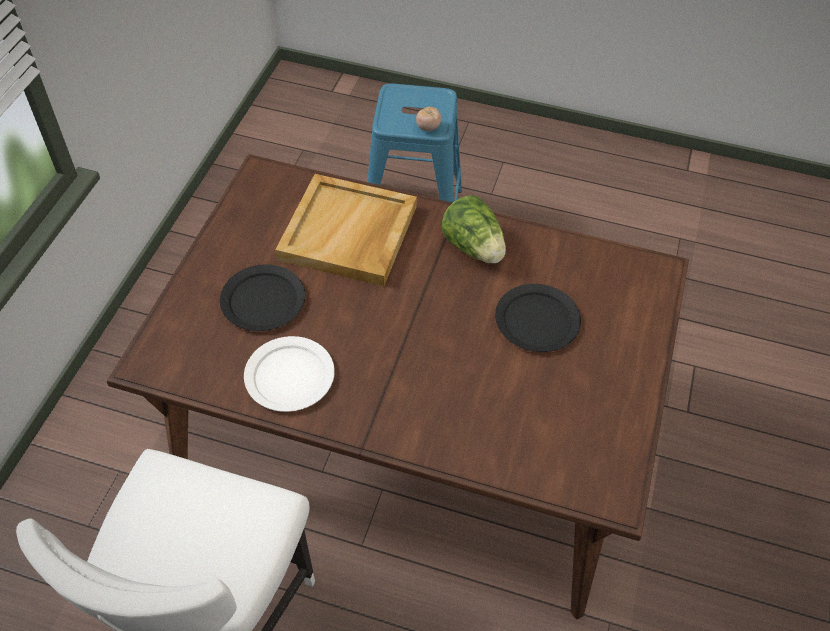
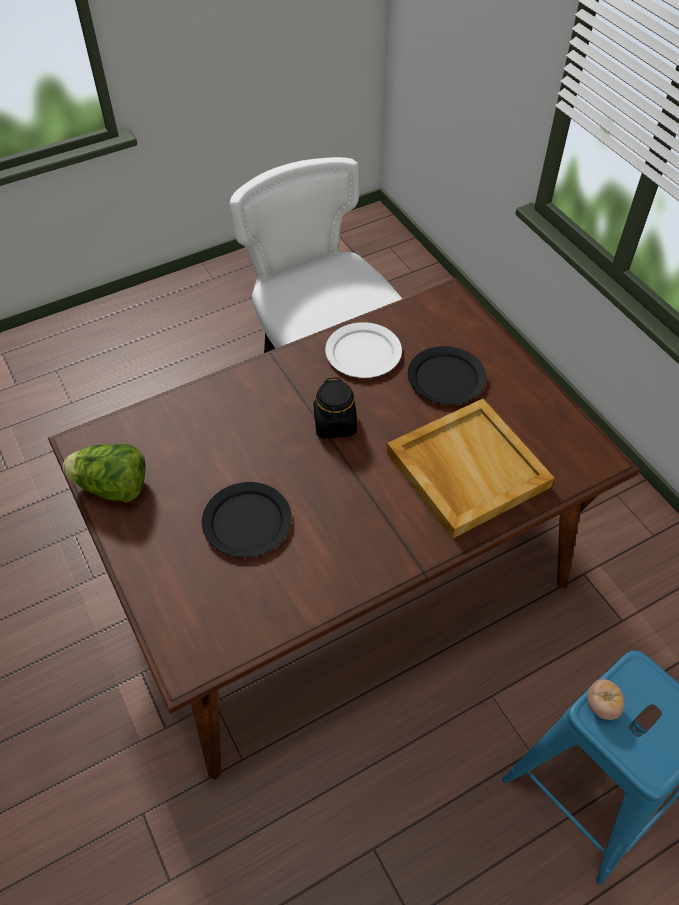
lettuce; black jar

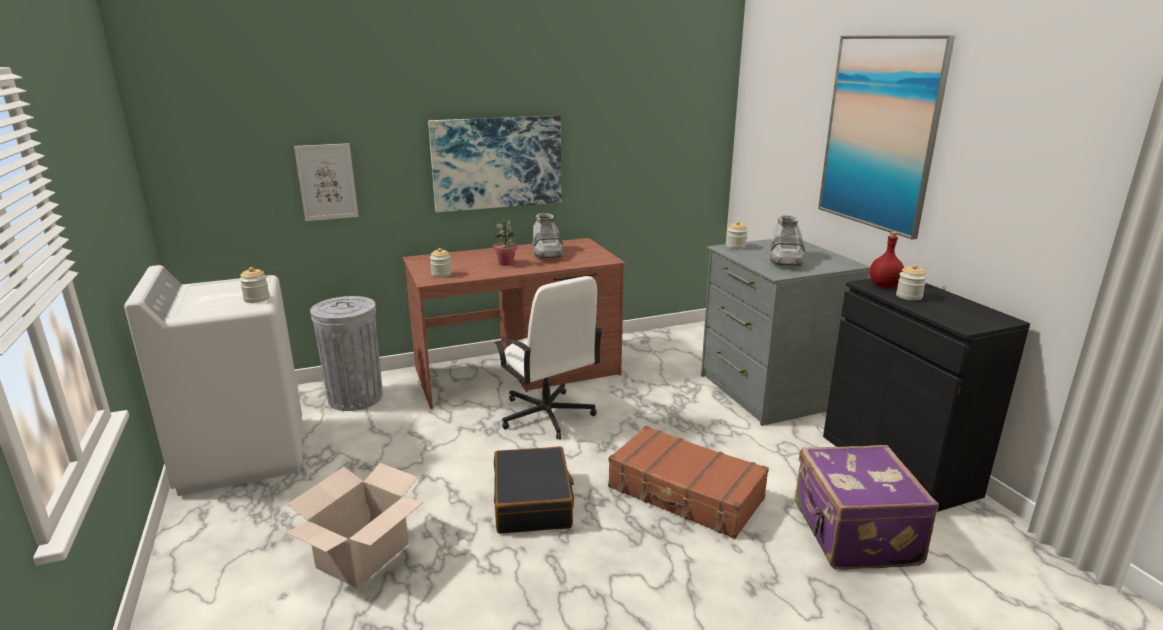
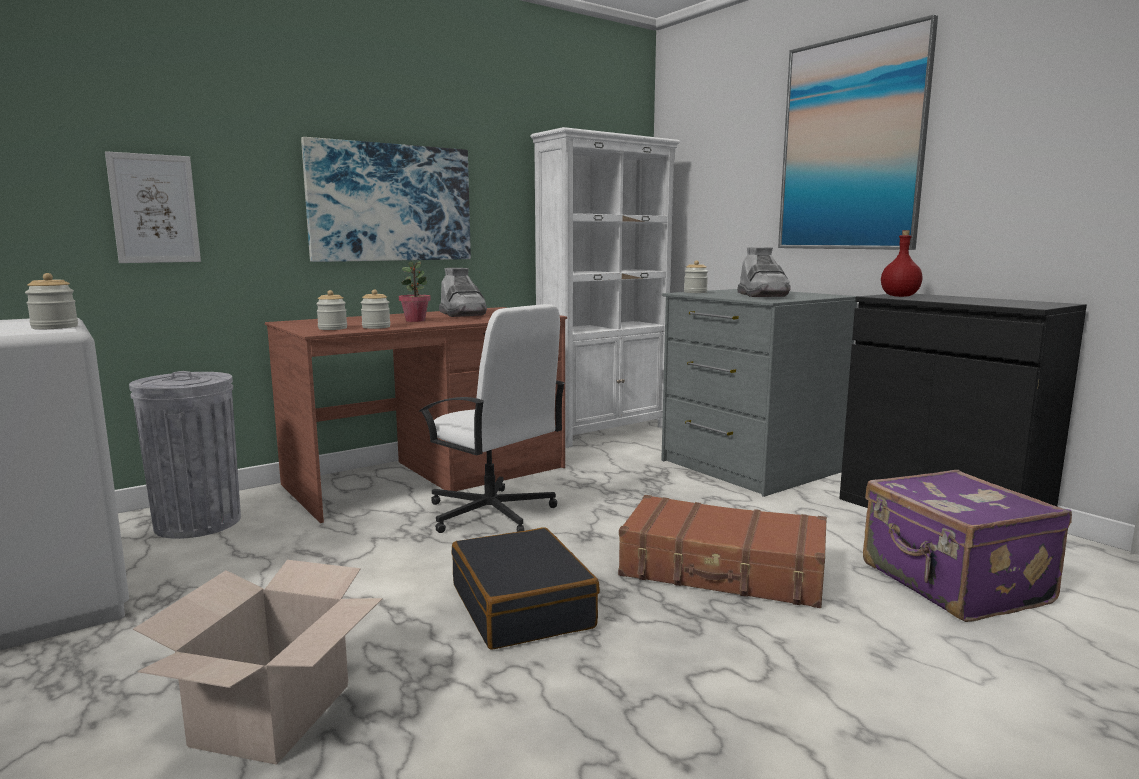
jar (3rd from left); white bookcase

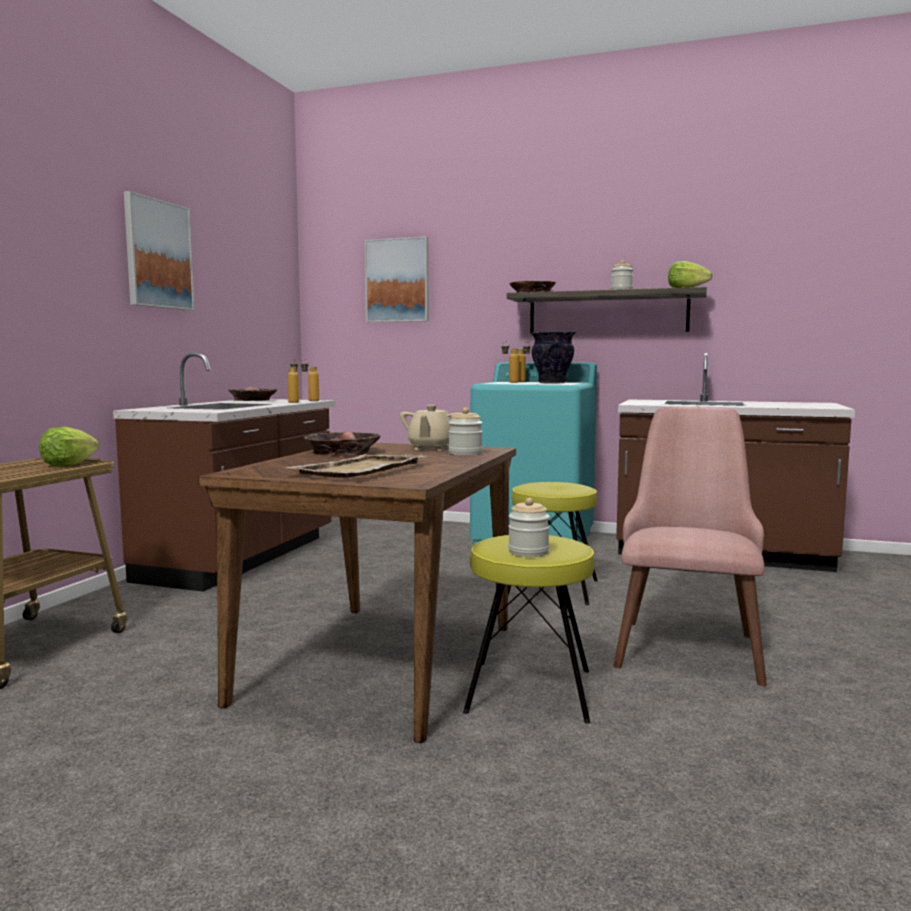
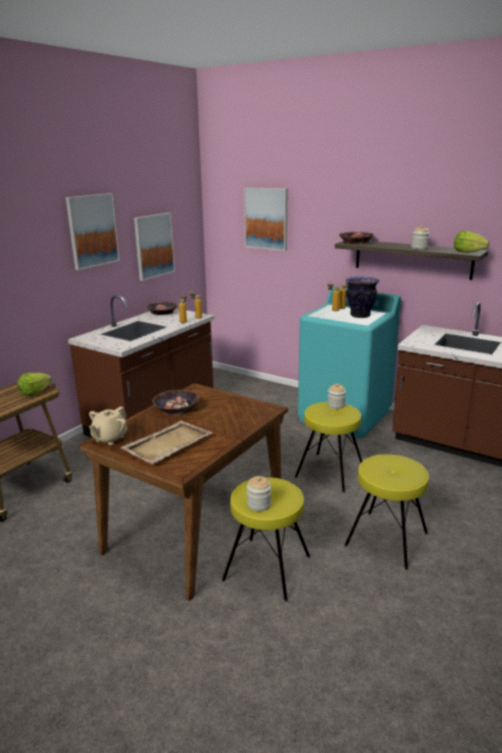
beige teapot; jar (2nd from left); yellow stool (3rd from left); picture (2nd from left)

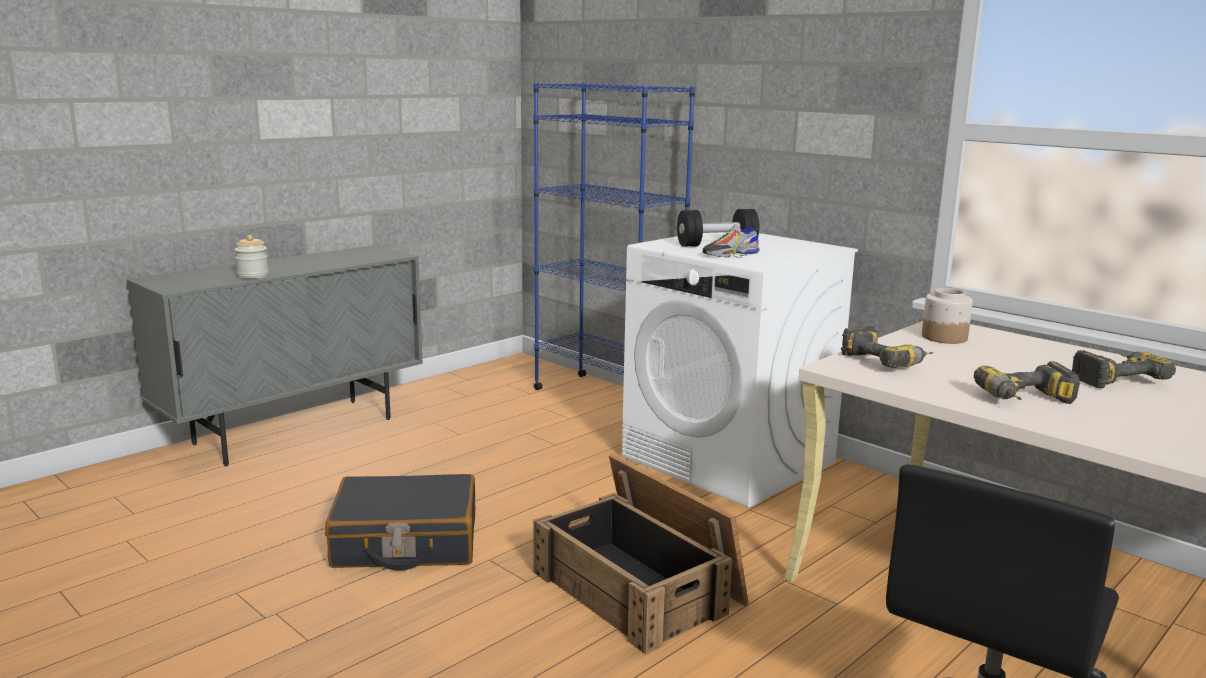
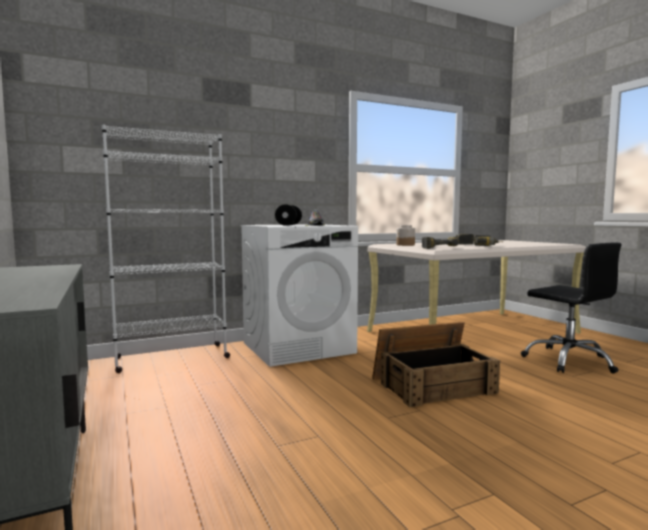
jar (1st from left in the first image); black suitcase; white bookcase

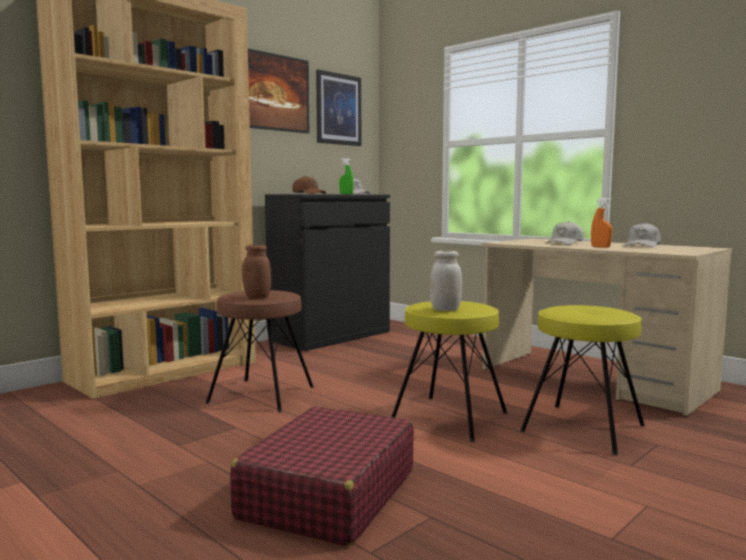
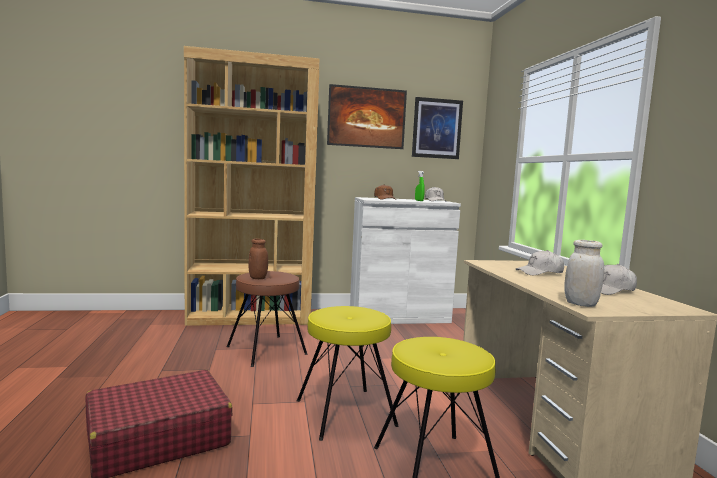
white cabinet; white jar; orange spray bottle

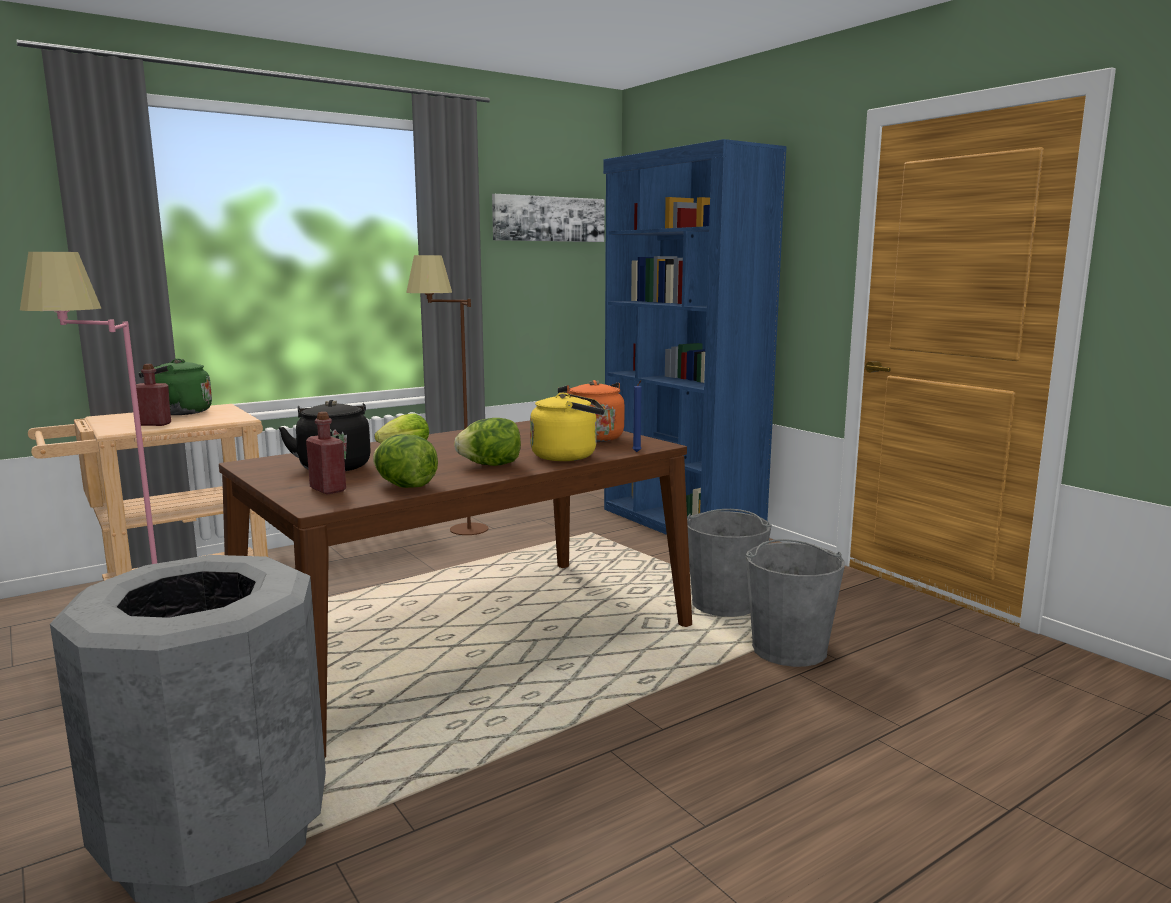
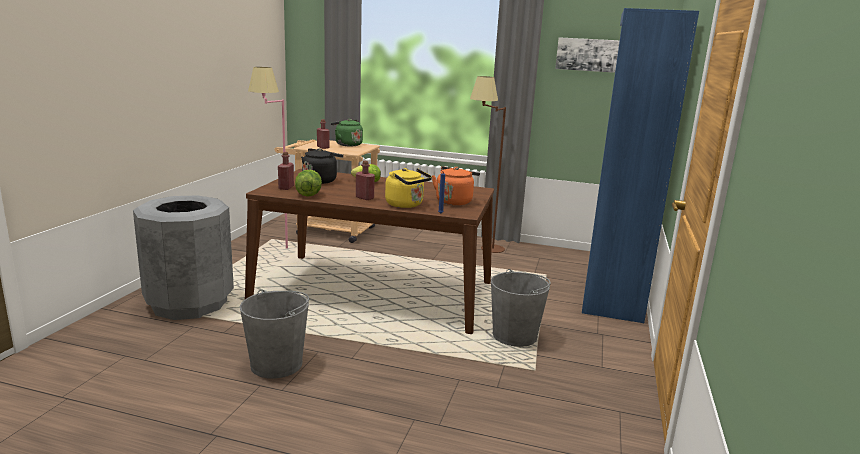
red bottle (3rd from left); grey bucket (1st from left)

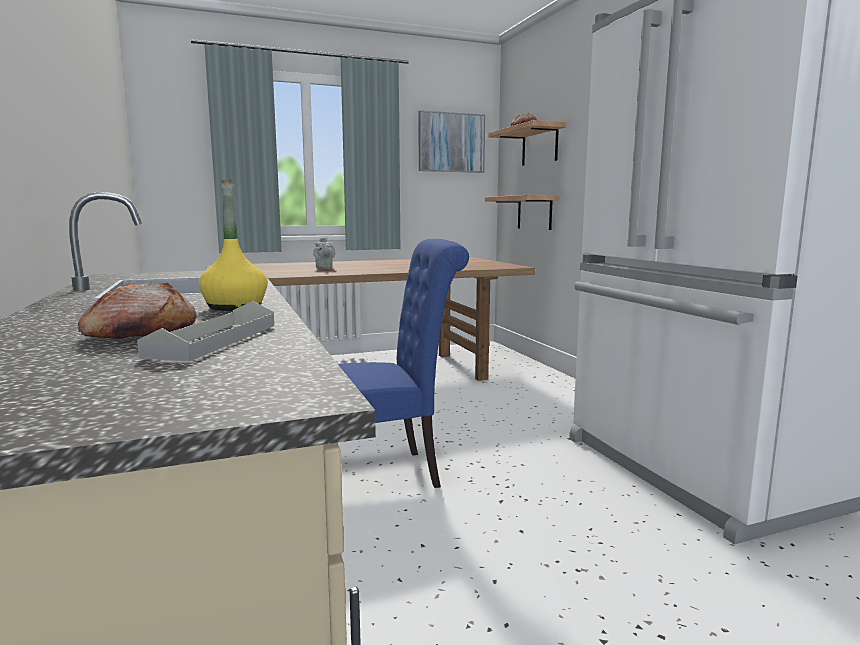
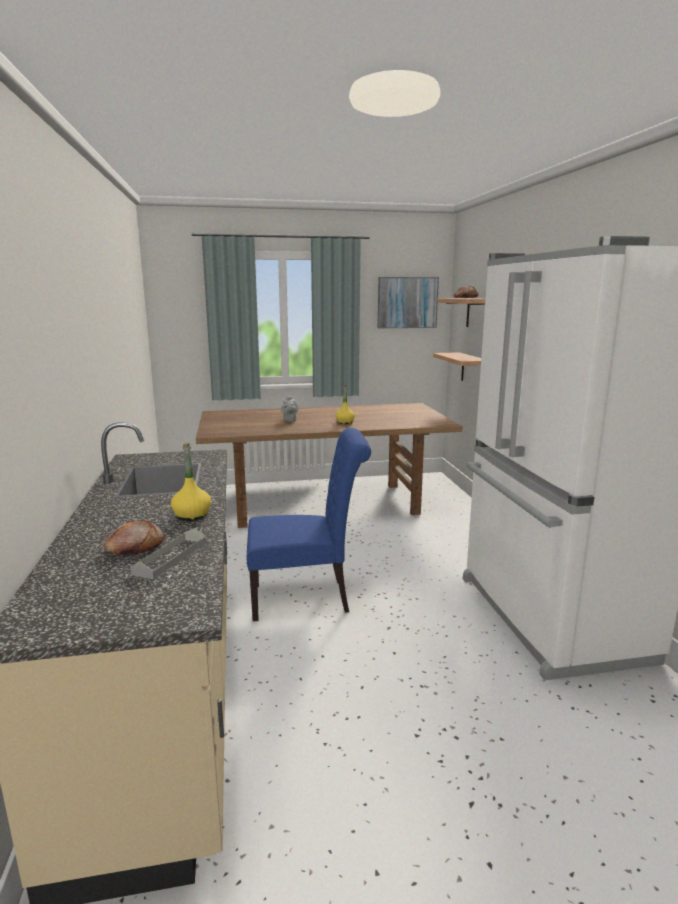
yellow bottle (2nd from left)

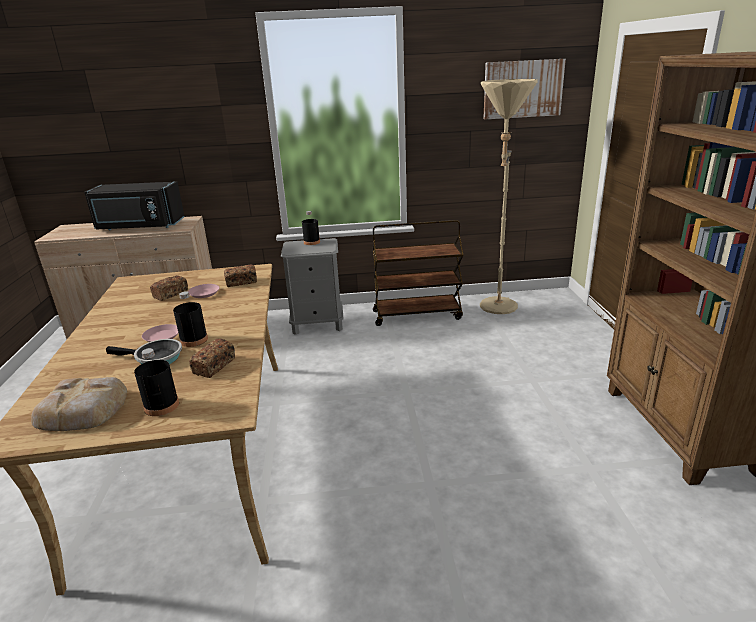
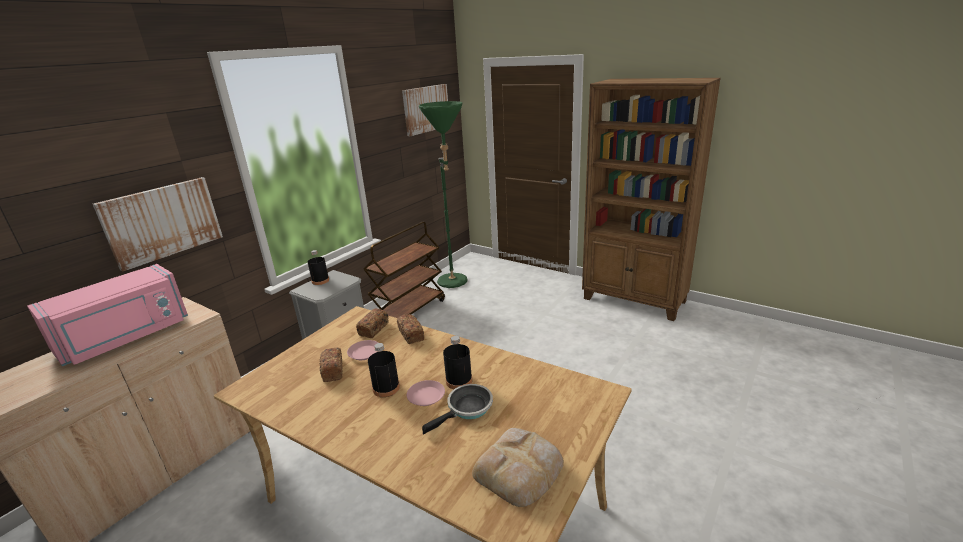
pink microwave; black bottle (2nd from left); bread (3rd from left); green floor lamp; picture (1st from left)

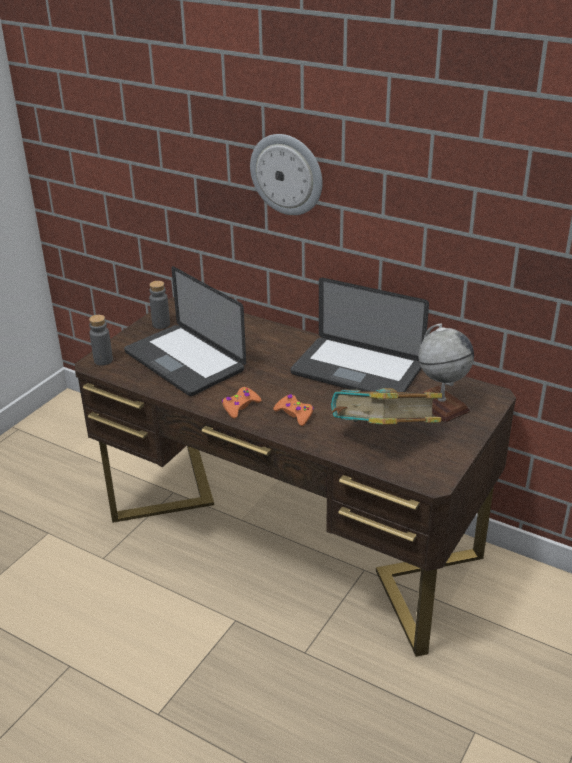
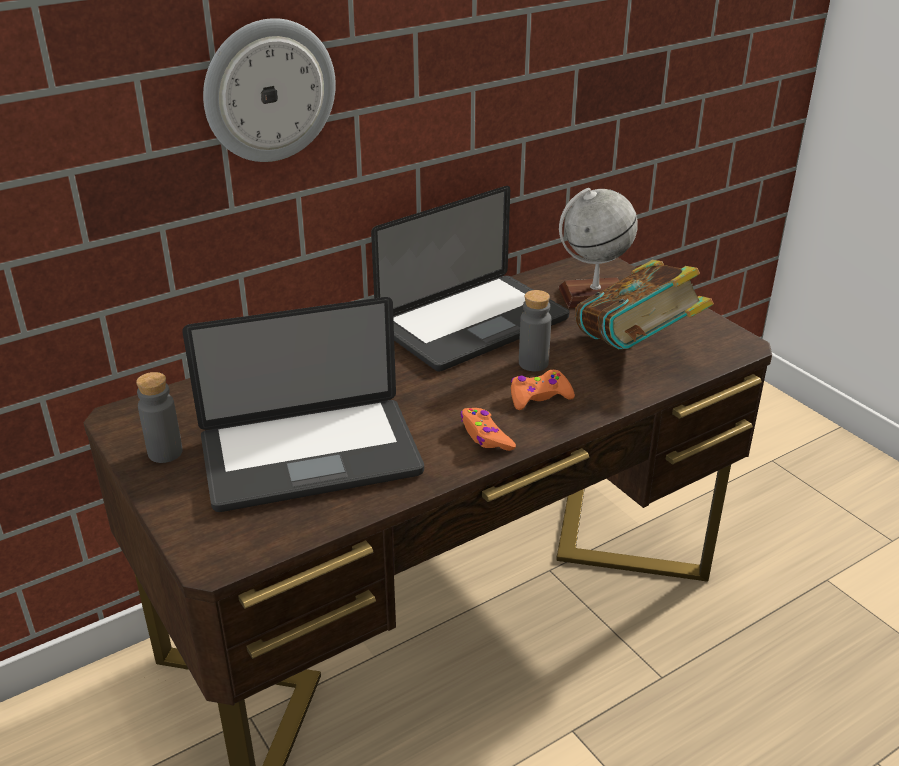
grey bottle (2nd from left)

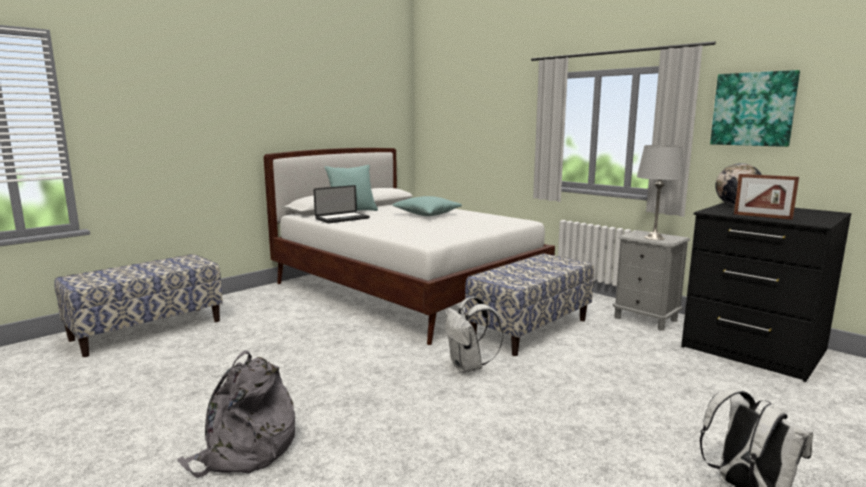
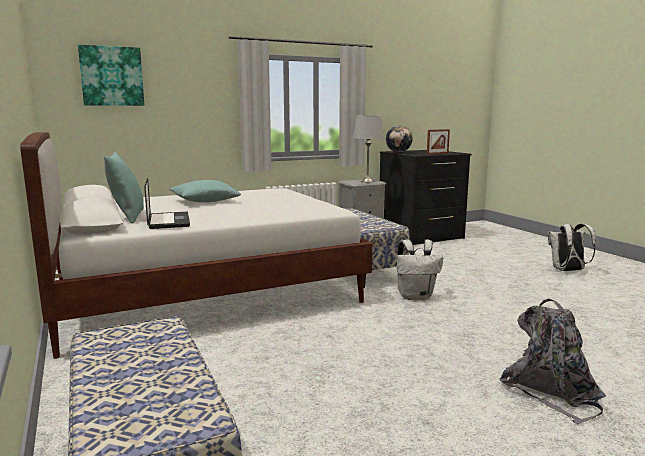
picture

